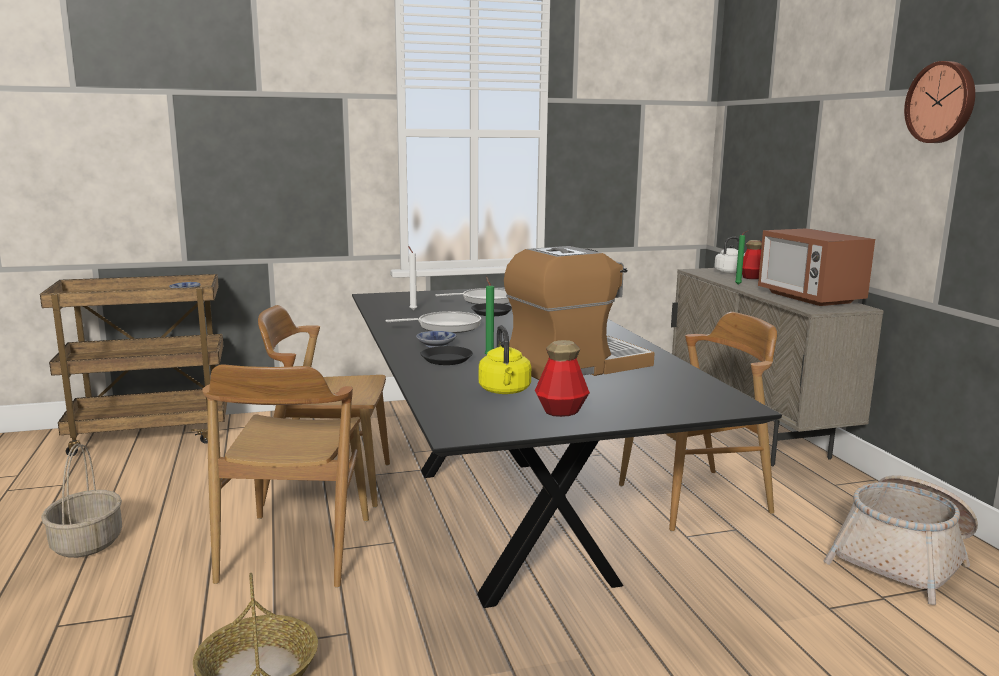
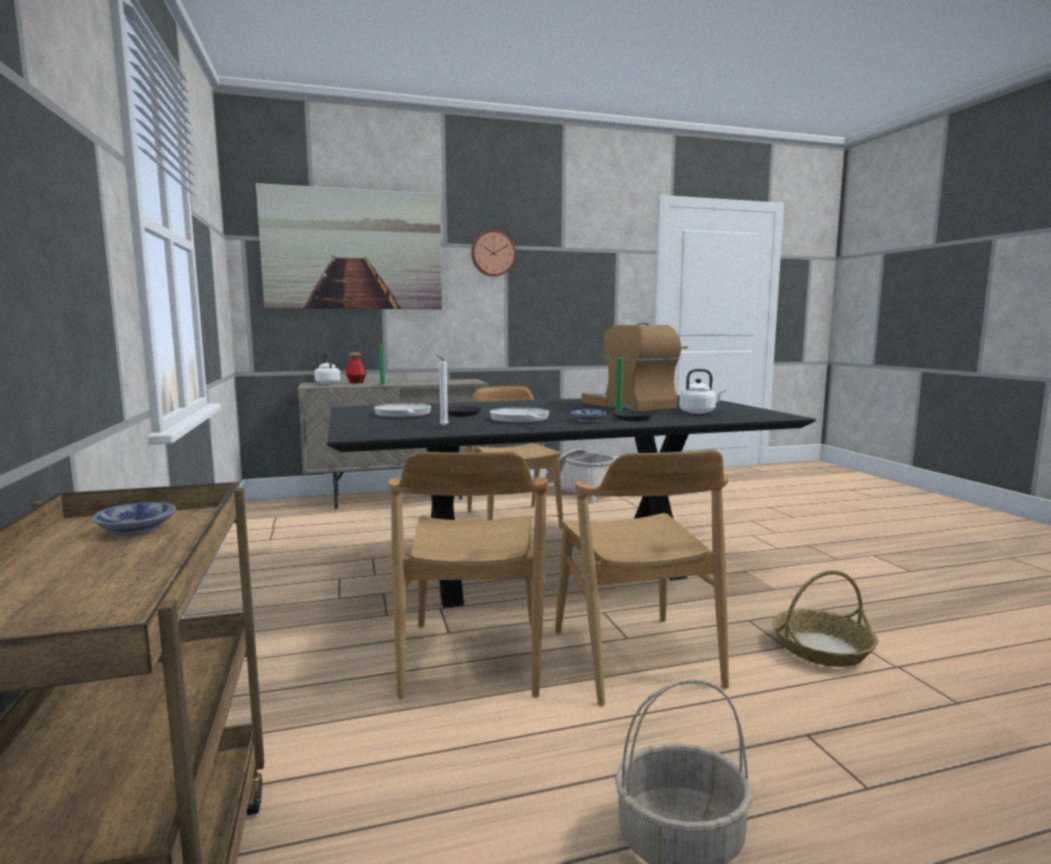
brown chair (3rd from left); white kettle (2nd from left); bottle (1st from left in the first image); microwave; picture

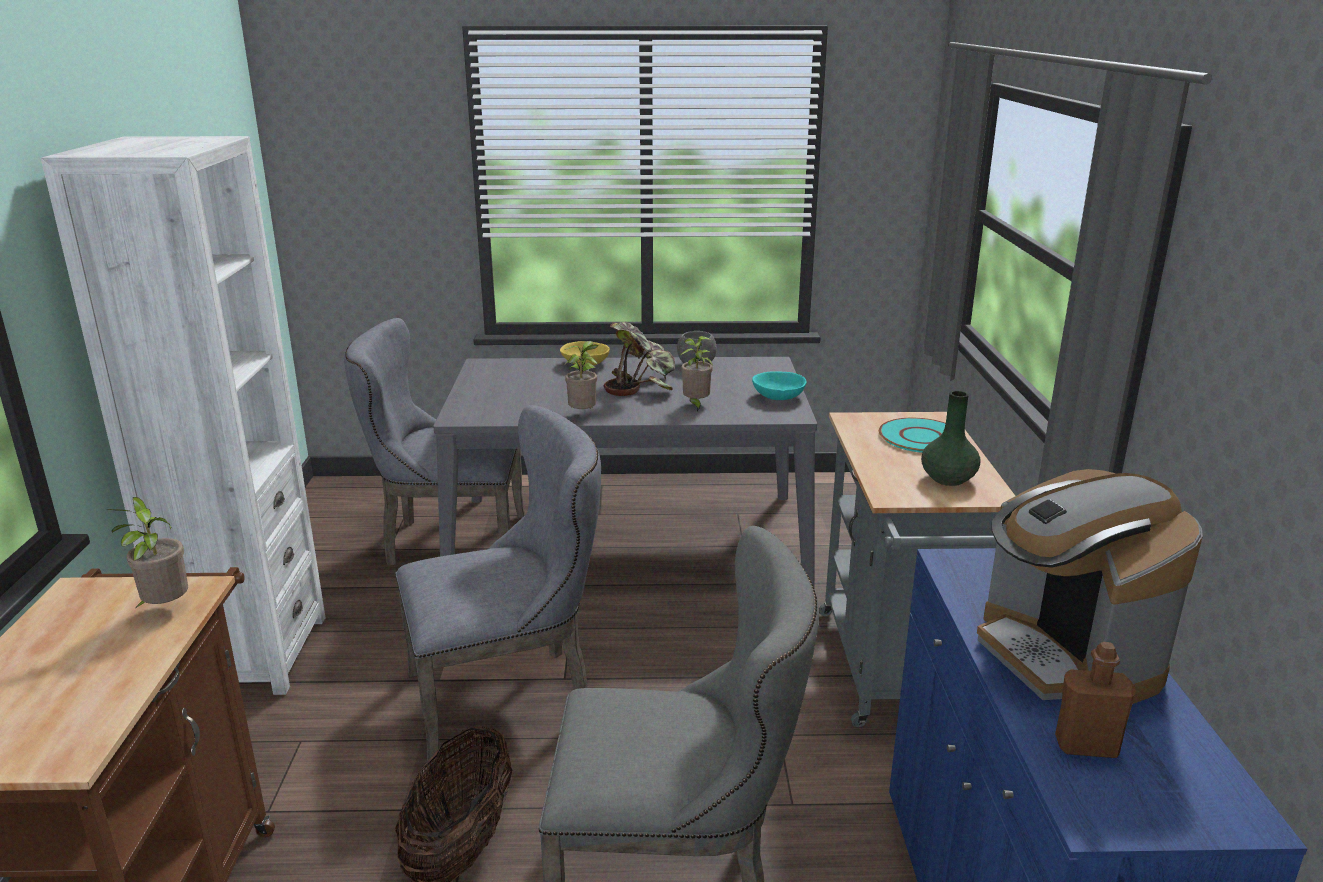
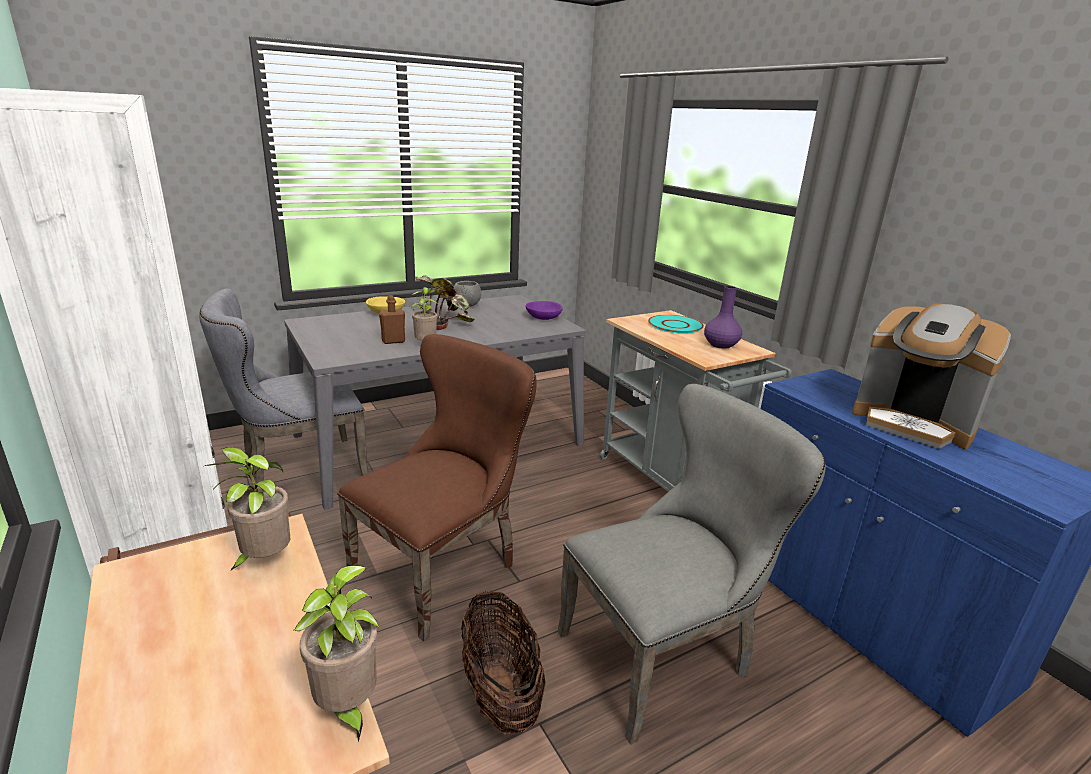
brown chair; potted plant (2nd from left); purple bowl; purple vase; brown bottle

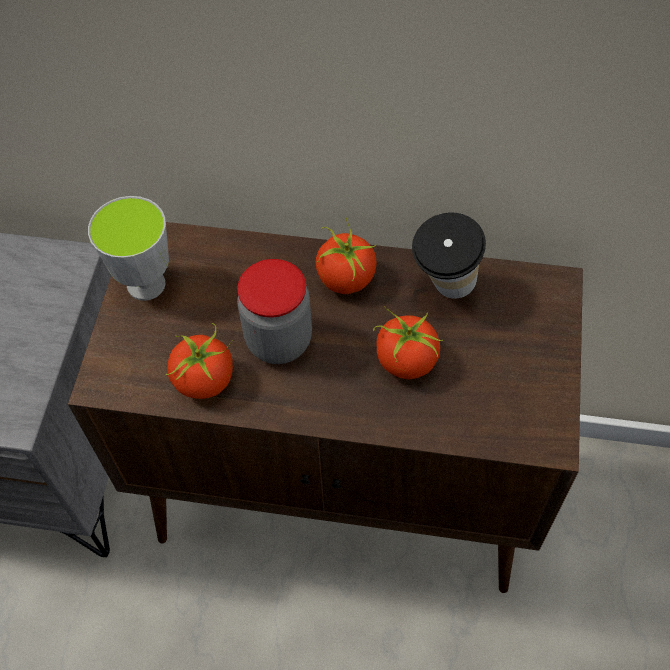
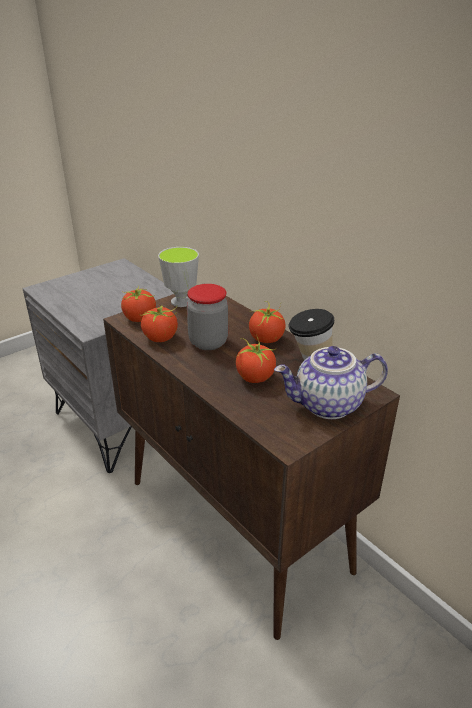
tomato (1st from left); teapot

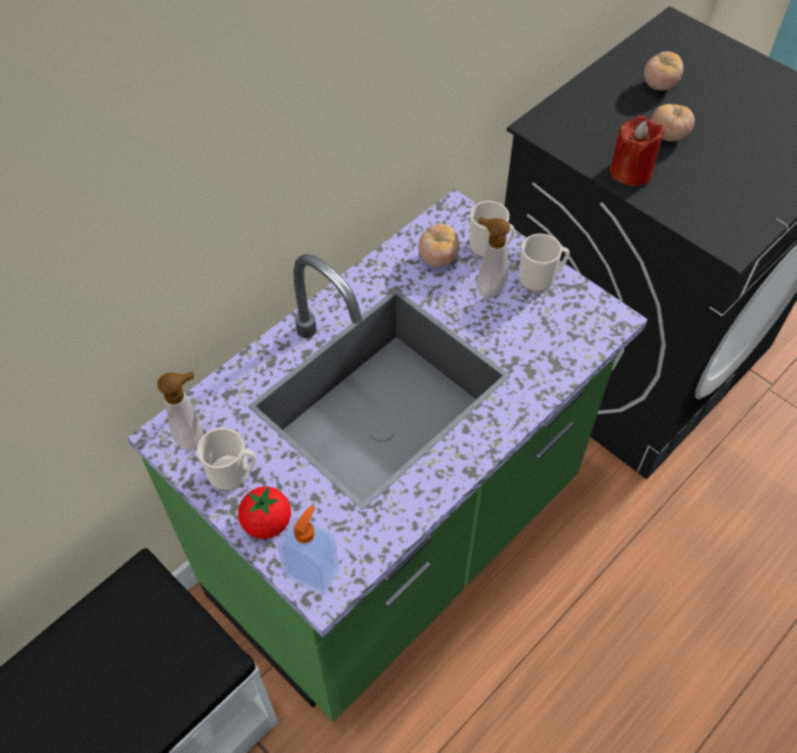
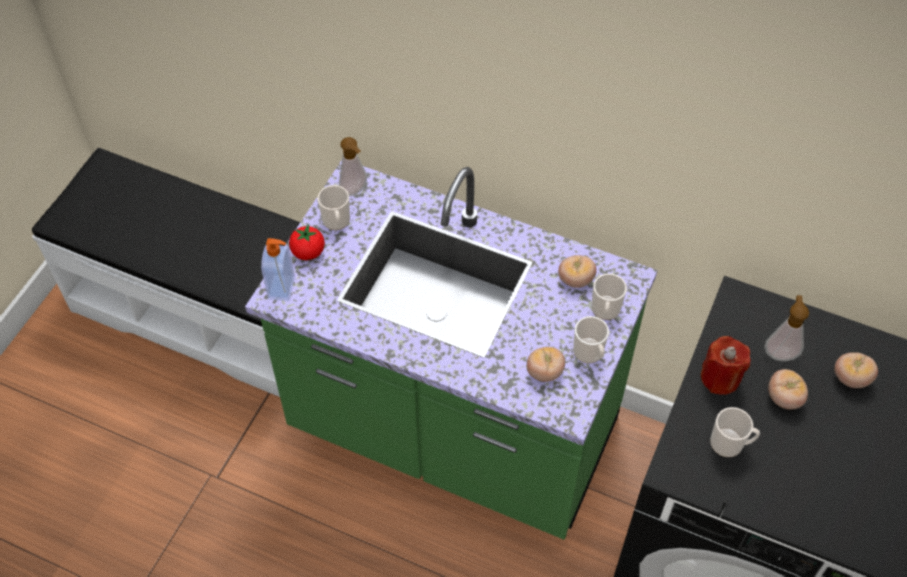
soap dispenser (3rd from left); tomato (2nd from left); mug (4th from left)

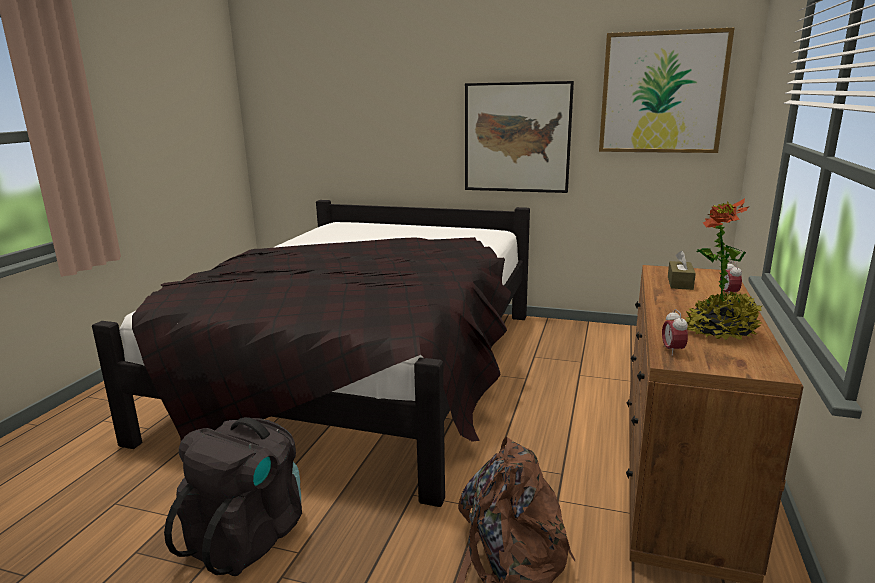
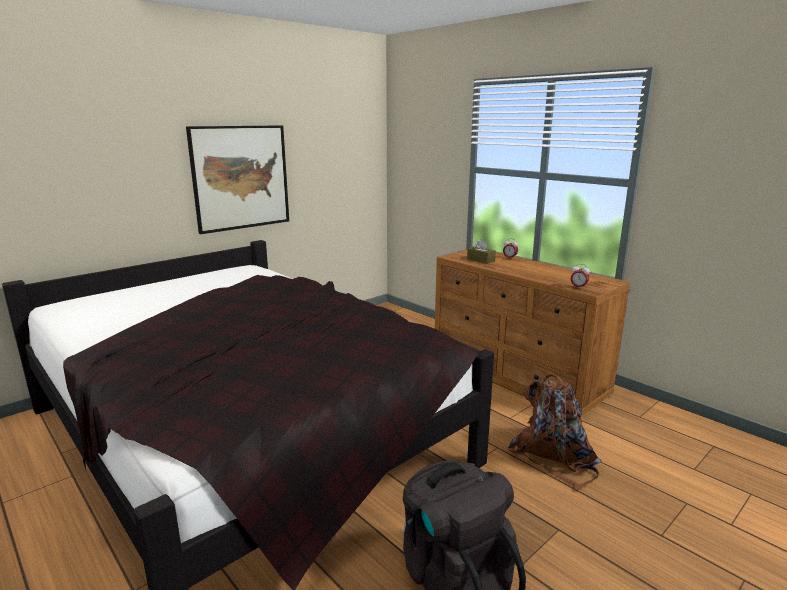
picture (2nd from left in the first image); potted plant

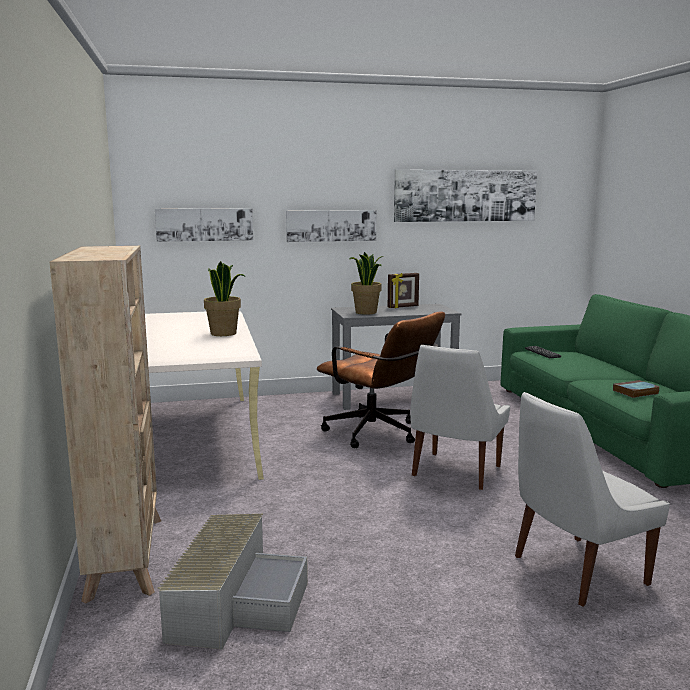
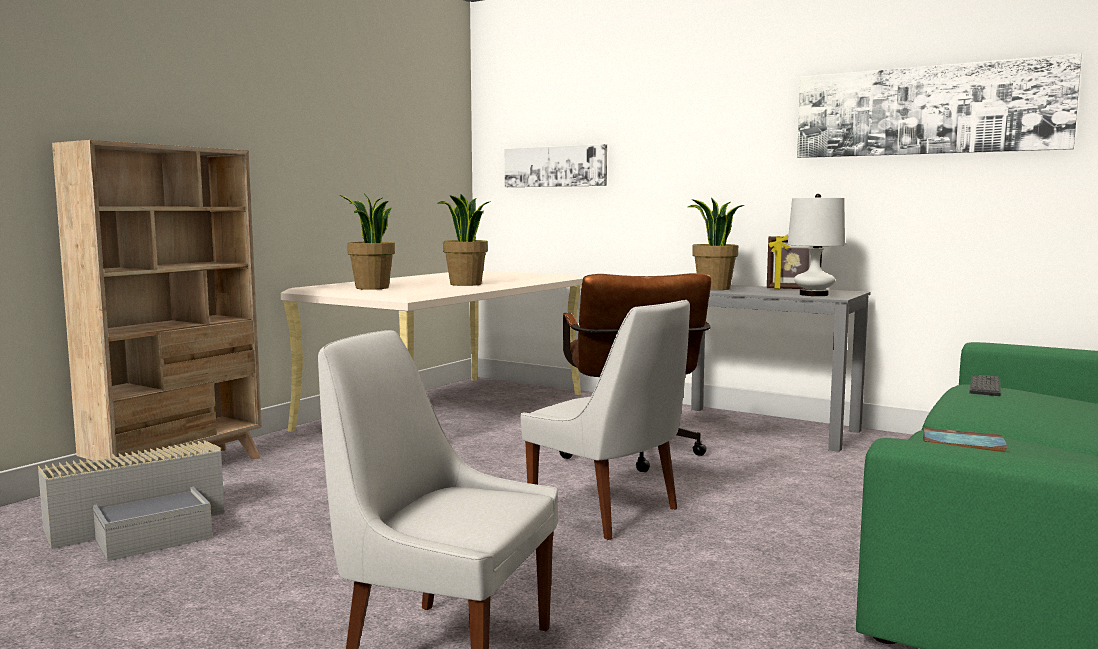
picture (2nd from left in the first image); white chair (2nd from left); potted plant (1st from left); white table lamp

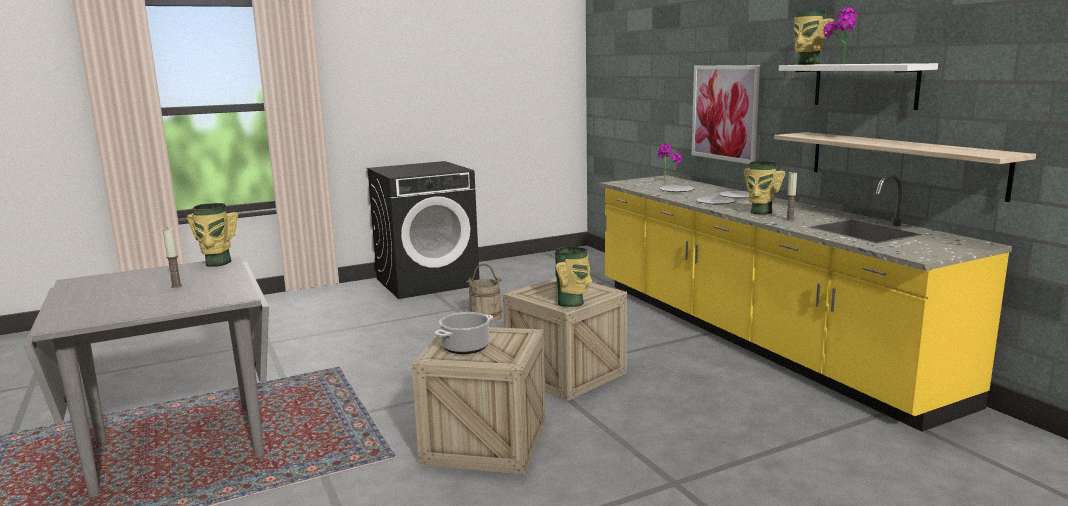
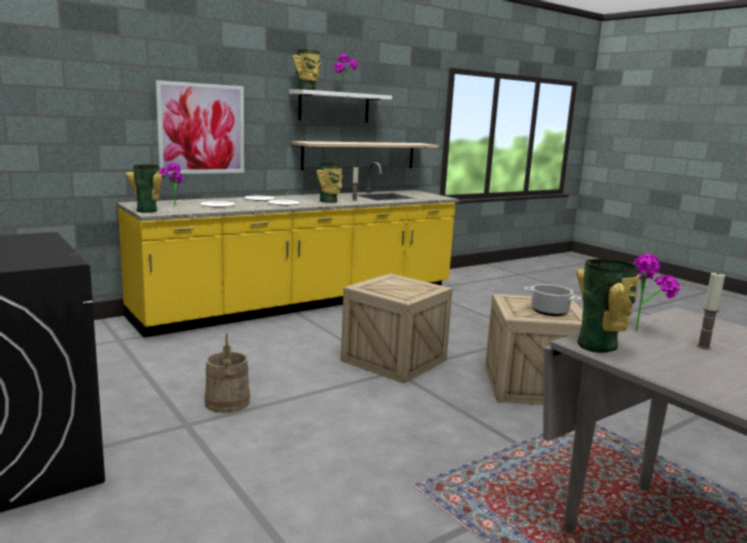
vase (1st from left); potted plant (3rd from left)

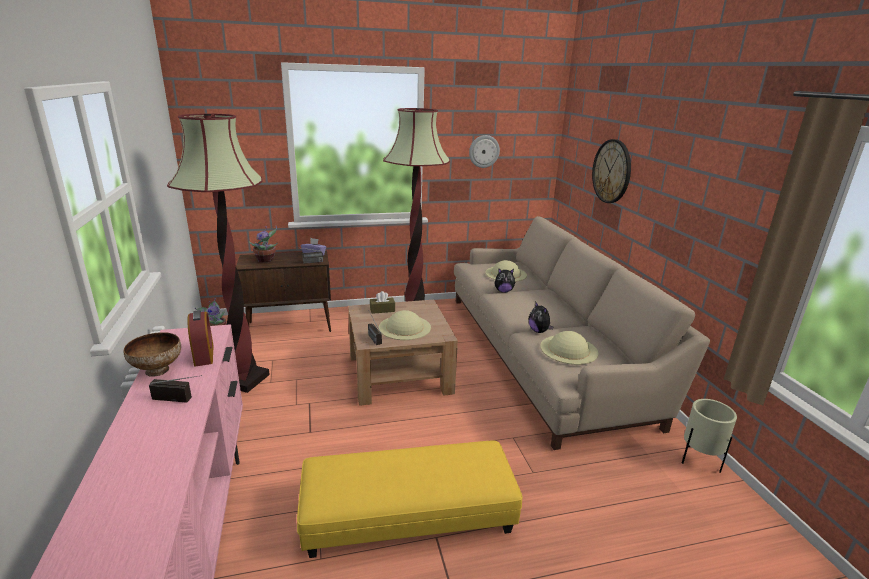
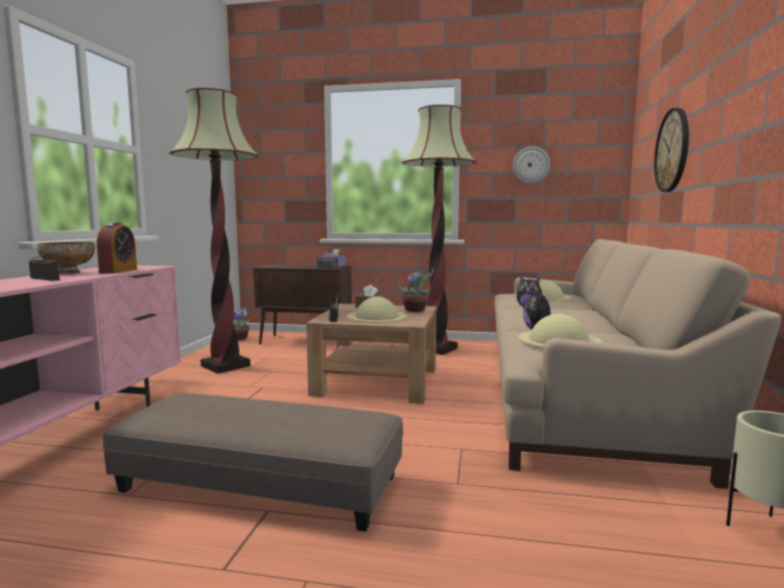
potted plant (2nd from left); grey ottoman

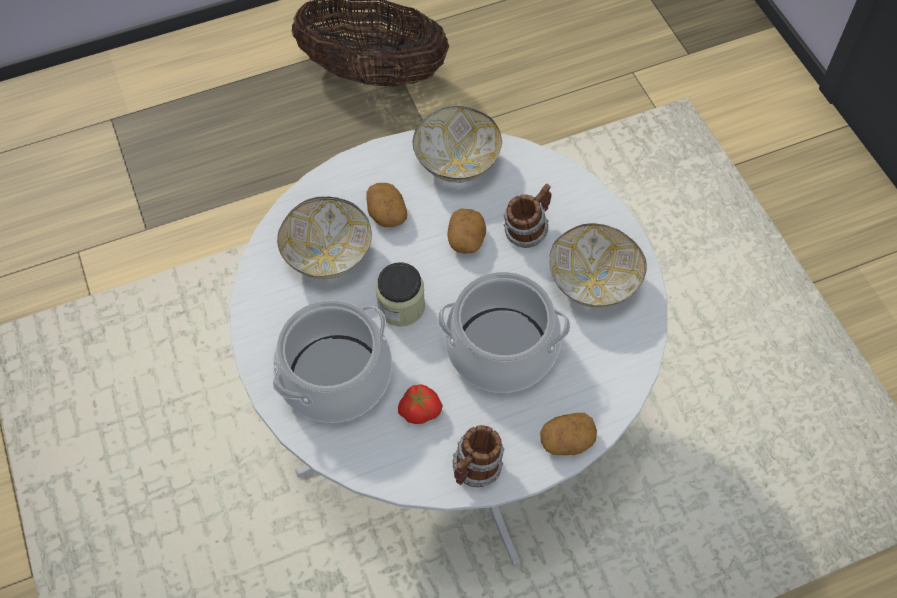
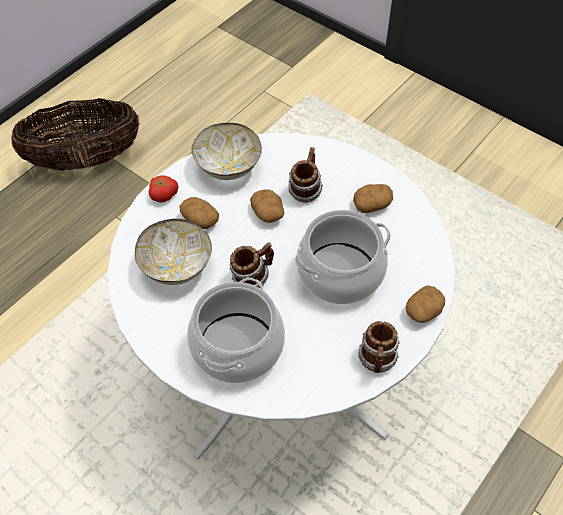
mug (1st from left); tomato; potato (3rd from left)

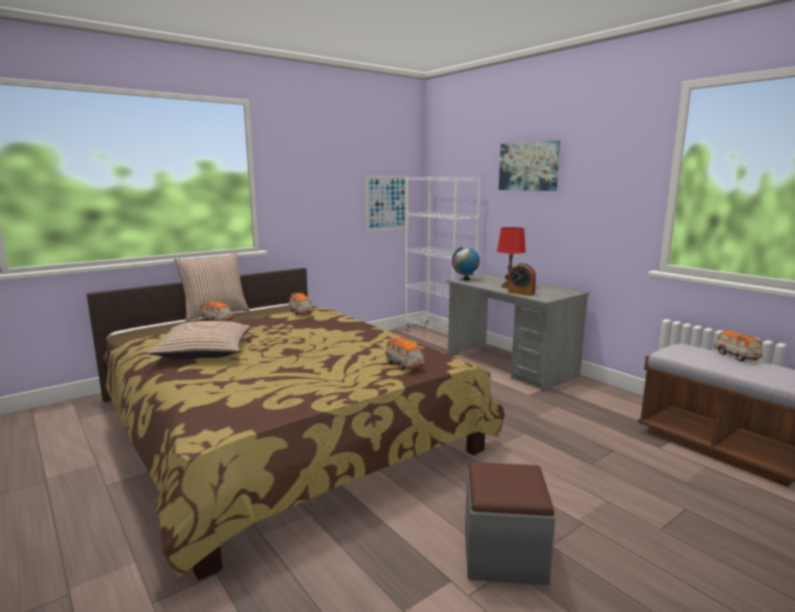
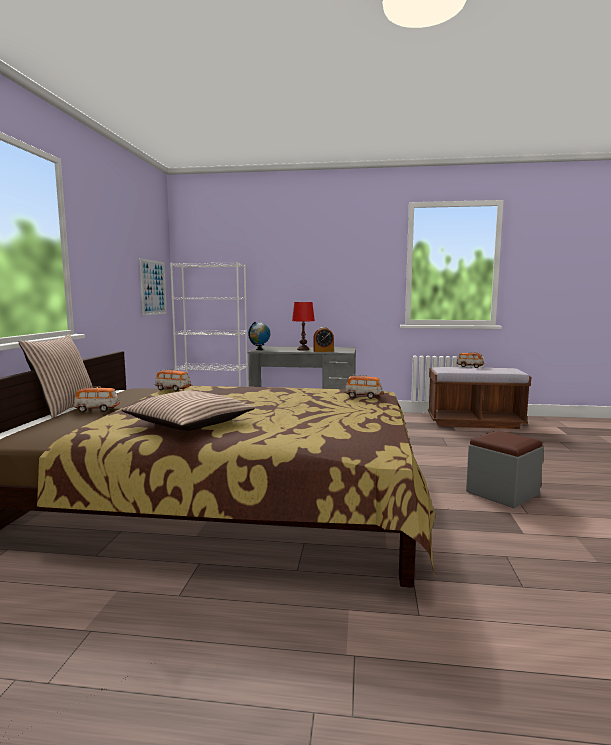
picture (2nd from left in the first image)

